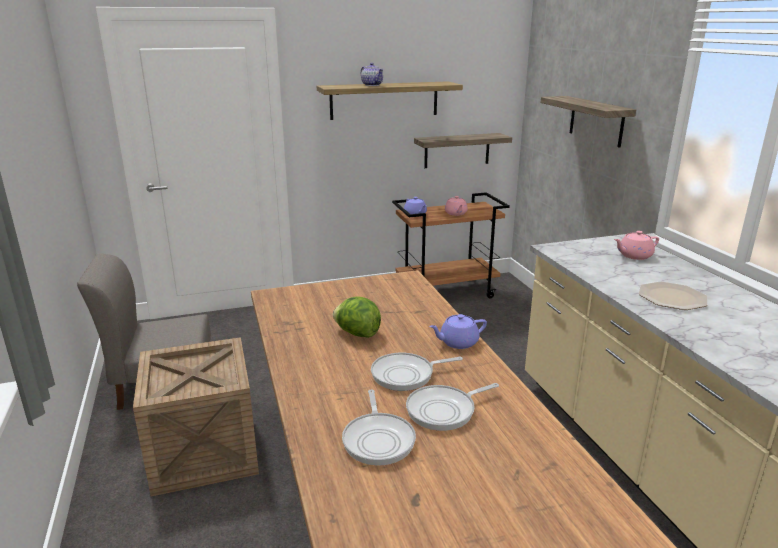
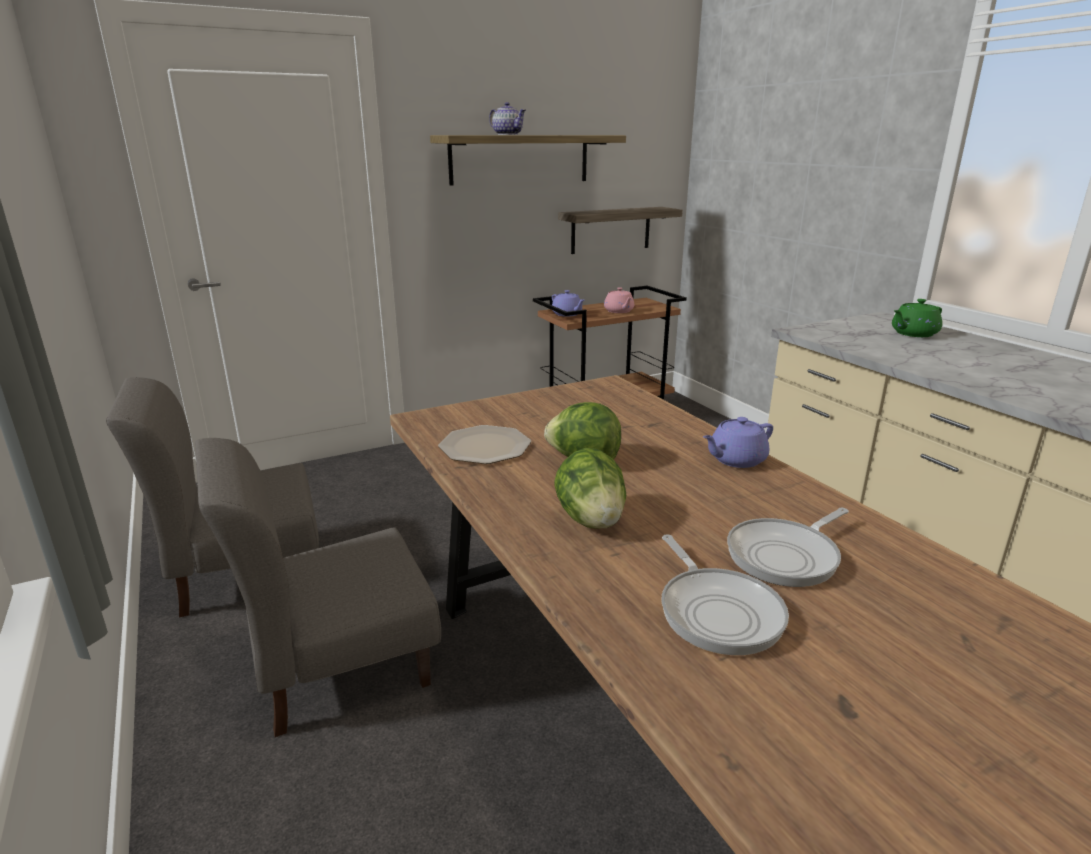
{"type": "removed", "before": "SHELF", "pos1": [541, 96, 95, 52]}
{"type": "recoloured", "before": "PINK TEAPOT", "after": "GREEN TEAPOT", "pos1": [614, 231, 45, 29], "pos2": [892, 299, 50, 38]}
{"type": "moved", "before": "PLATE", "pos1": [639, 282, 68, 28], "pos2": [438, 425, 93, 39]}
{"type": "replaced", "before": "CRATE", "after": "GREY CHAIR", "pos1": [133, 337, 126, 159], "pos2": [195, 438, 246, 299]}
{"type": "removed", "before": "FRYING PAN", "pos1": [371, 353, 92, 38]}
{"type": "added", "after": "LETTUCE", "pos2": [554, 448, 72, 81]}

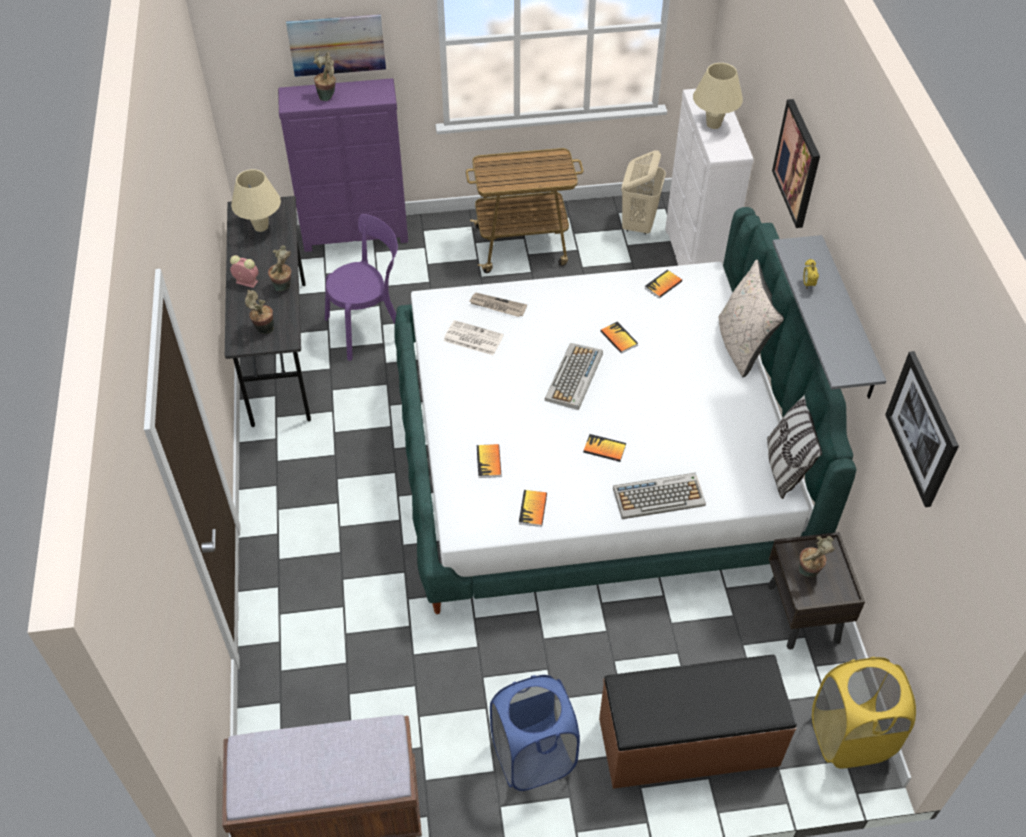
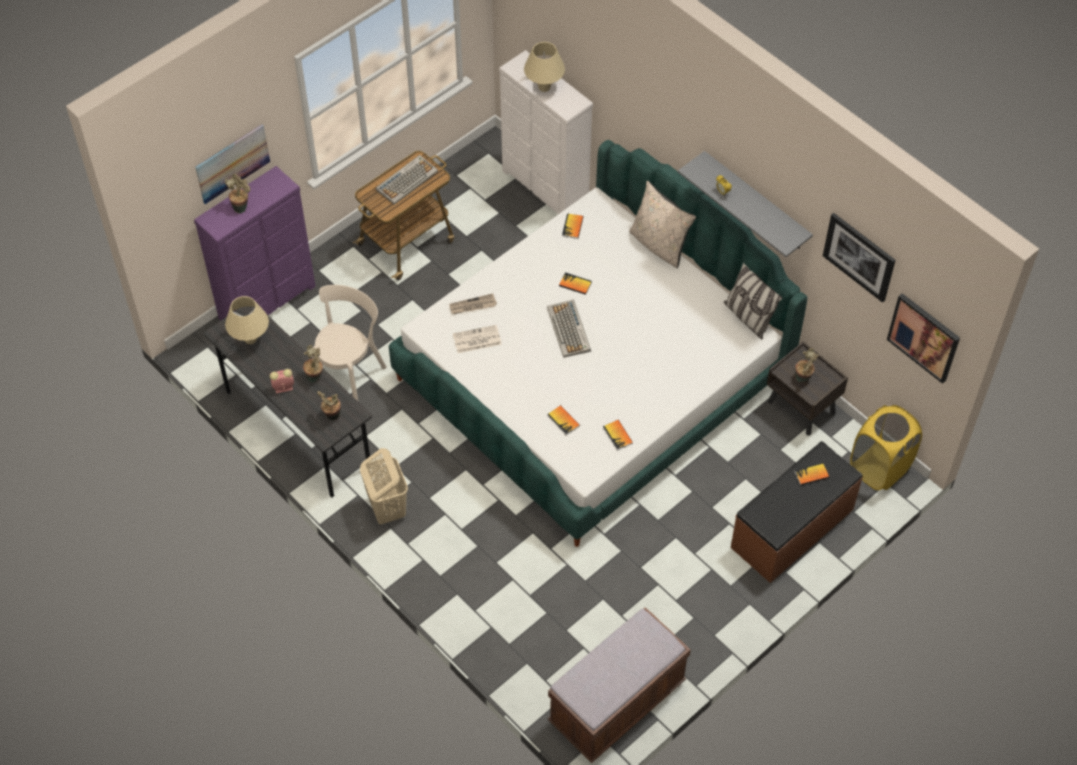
{"type": "moved", "before": "PICTURE", "pos1": [772, 99, 48, 129], "pos2": [887, 293, 73, 91]}
{"type": "moved", "before": "BEIGE LAUNDRY BASKET", "pos1": [621, 150, 45, 85], "pos2": [360, 448, 48, 76]}
{"type": "recoloured", "before": "PURPLE CHAIR", "after": "BEIGE CHAIR", "pos1": [325, 214, 73, 147], "pos2": [312, 285, 75, 116]}
{"type": "moved", "before": "BOOK", "pos1": [583, 434, 43, 28], "pos2": [794, 462, 35, 23]}
{"type": "moved", "before": "KEYBOARD", "pos1": [613, 473, 93, 46], "pos2": [376, 155, 62, 50]}
{"type": "removed", "before": "BLUE LAUNDRY BASKET", "pos1": [490, 675, 90, 116]}

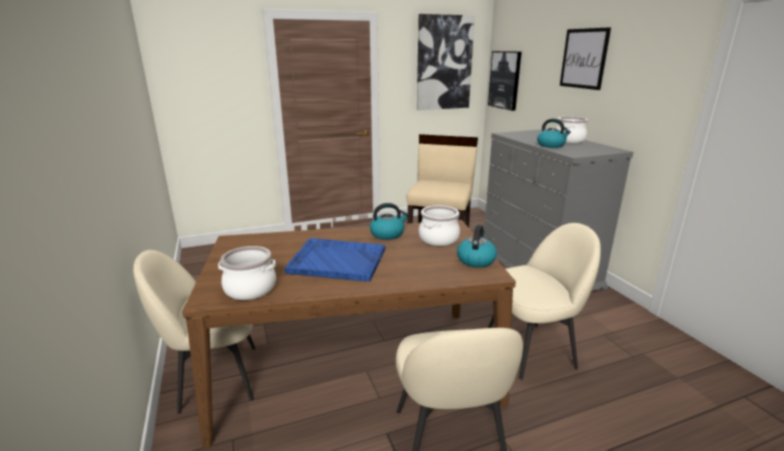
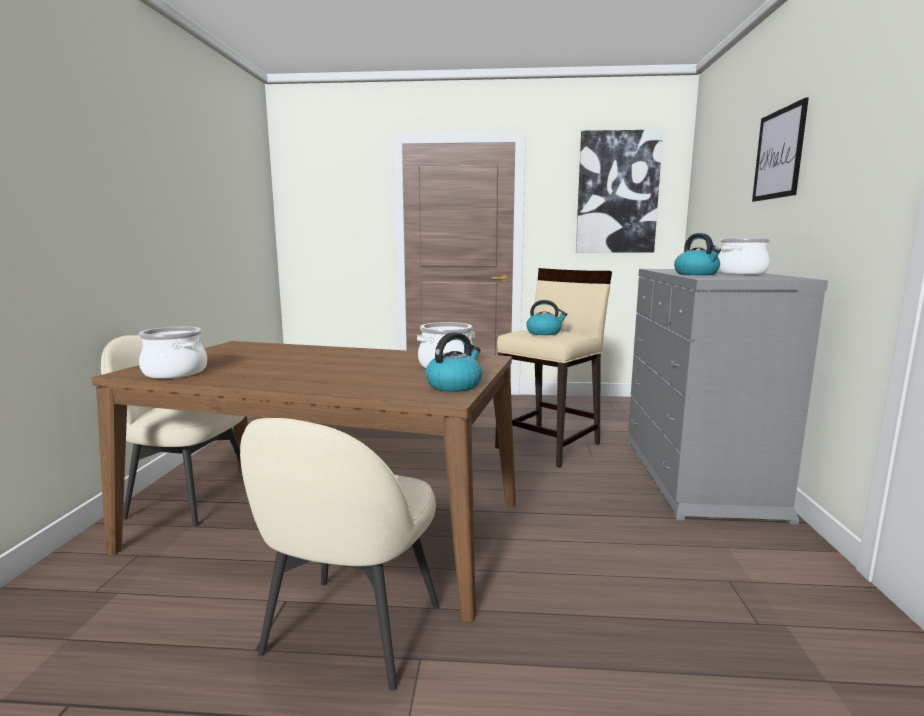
{"type": "removed", "before": "PICTURE", "pos1": [488, 51, 33, 60]}
{"type": "moved", "before": "KETTLE", "pos1": [370, 203, 39, 37], "pos2": [526, 300, 42, 35]}
{"type": "removed", "before": "BEIGE CHAIR", "pos1": [488, 223, 113, 157]}
{"type": "removed", "before": "BLUE TRAY", "pos1": [284, 238, 101, 43]}

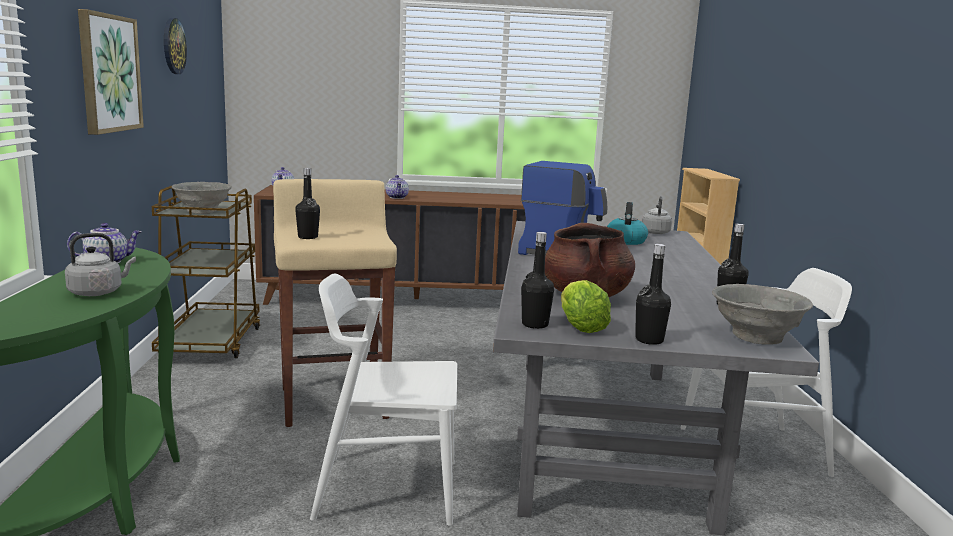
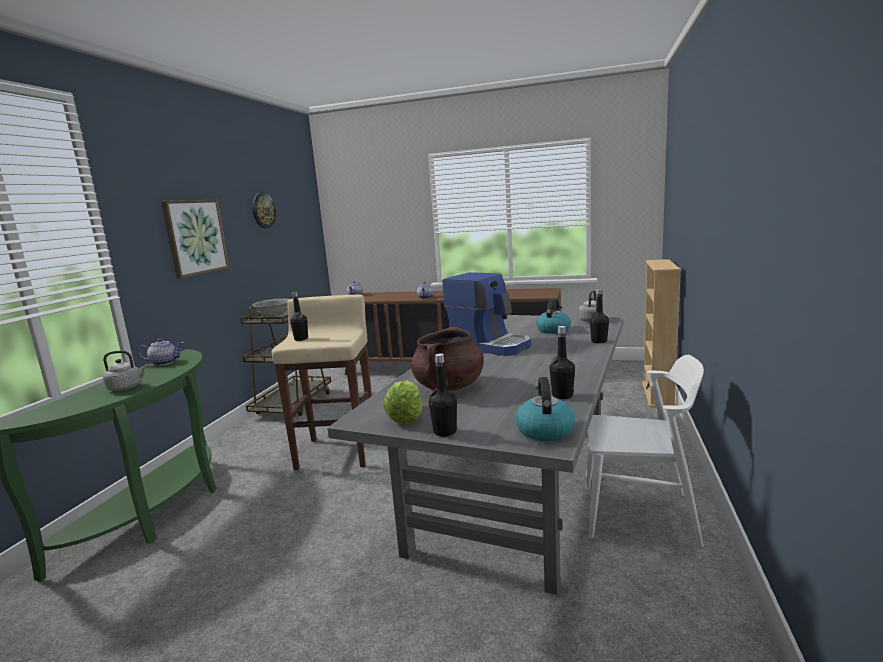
{"type": "moved", "before": "BLACK BOTTLE", "pos1": [521, 232, 33, 97], "pos2": [590, 289, 19, 54]}
{"type": "removed", "before": "WHITE CHAIR", "pos1": [310, 273, 147, 253]}
{"type": "replaced", "before": "GREY BOWL", "after": "KETTLE", "pos1": [712, 284, 101, 61], "pos2": [515, 377, 60, 64]}

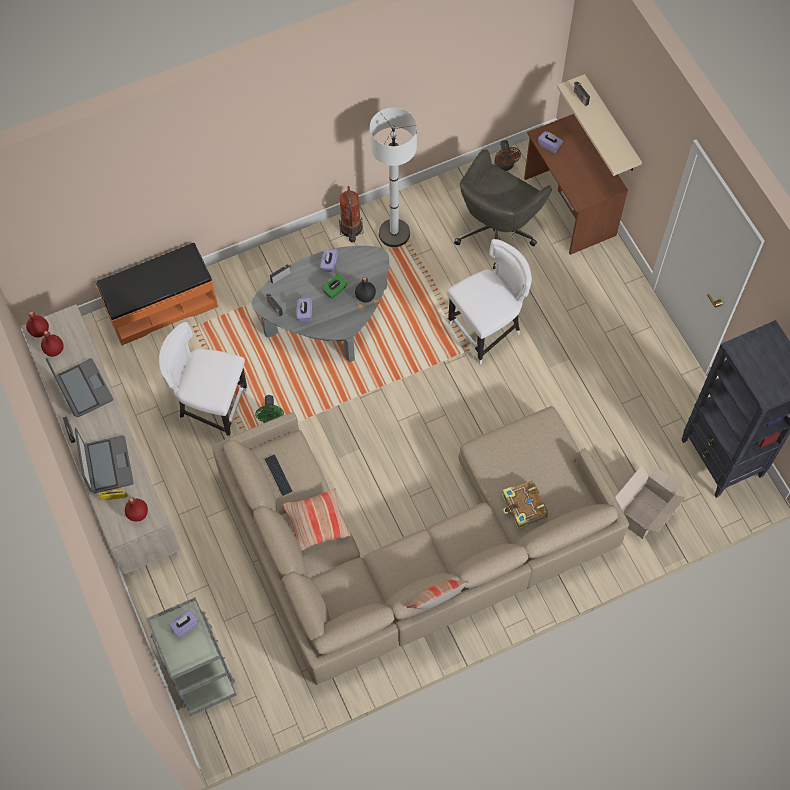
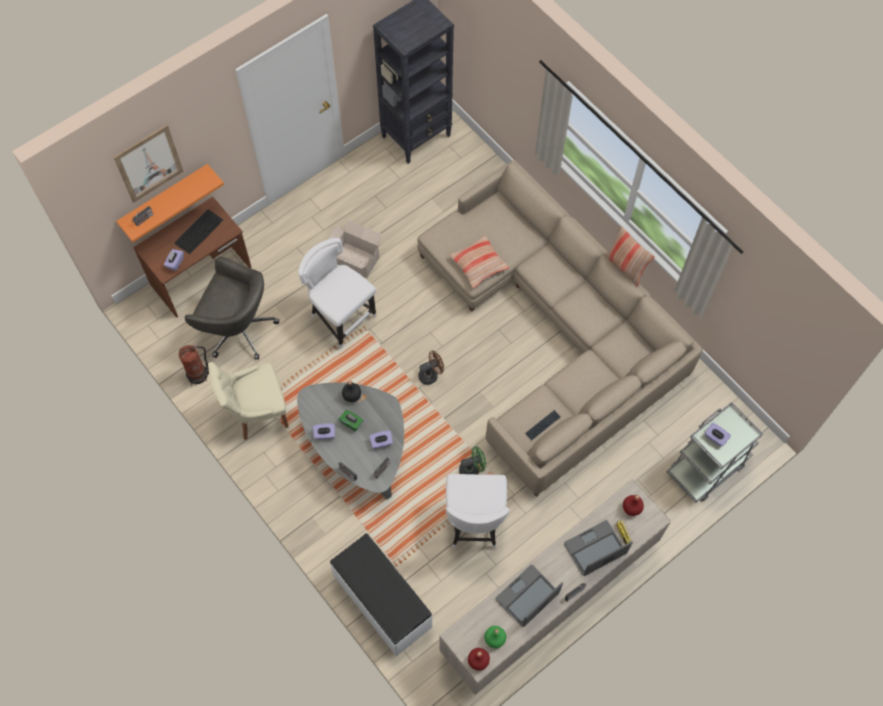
{"type": "recoloured", "before": "BEIGE SHELF", "after": "ORANGE SHELF", "pos1": [557, 74, 85, 102], "pos2": [116, 164, 108, 78]}
{"type": "replaced", "before": "WHITE FLOOR LAMP", "after": "BEIGE CHAIR", "pos1": [370, 108, 47, 139], "pos2": [208, 362, 81, 78]}
{"type": "moved", "before": "BROWN FAN", "pos1": [494, 140, 27, 31], "pos2": [418, 351, 26, 34]}
{"type": "moved", "before": "FIRE EXTINGUISHER", "pos1": [339, 186, 24, 57], "pos2": [179, 345, 30, 41]}
{"type": "recoloured", "before": "ORANGE BENCH", "after": "WHITE BENCH", "pos1": [96, 243, 122, 102], "pos2": [330, 533, 103, 123]}
{"type": "recoloured", "before": "RED BOTTLE", "after": "GREEN BOTTLE", "pos1": [41, 331, 23, 26], "pos2": [484, 626, 22, 22]}
{"type": "moved", "before": "CARDBOARD BOX", "pos1": [615, 465, 71, 74], "pos2": [328, 220, 54, 57]}
{"type": "removed", "before": "BOOK", "pos1": [502, 480, 46, 50]}
{"type": "moved", "before": "PILLOW", "pos1": [282, 488, 69, 63], "pos2": [449, 235, 61, 53]}
{"type": "added", "after": "PICTURE", "pos2": [113, 125, 71, 78]}
{"type": "added", "after": "KEYBOARD", "pos2": [174, 209, 49, 45]}

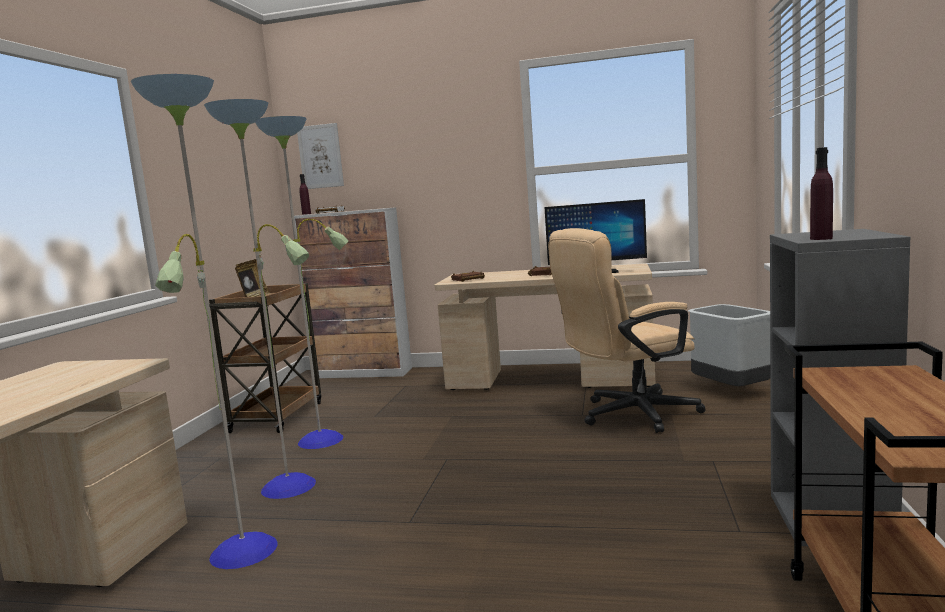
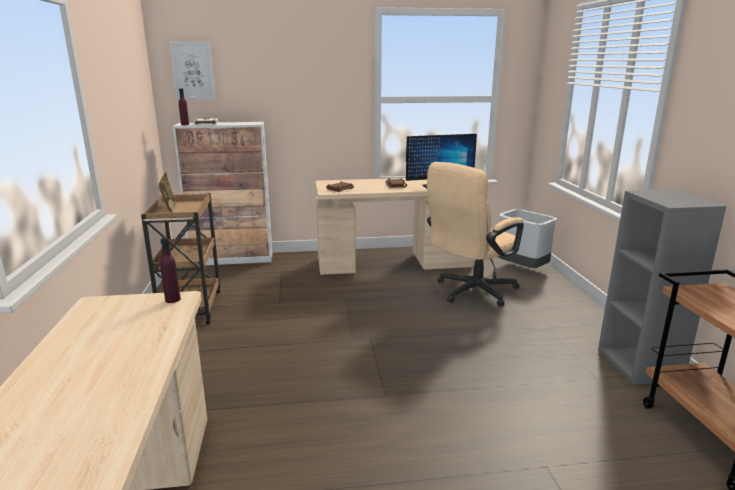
{"type": "removed", "before": "FLOOR LAMP", "pos1": [131, 74, 218, 495]}
{"type": "moved", "before": "PURPLE BOTTLE", "pos1": [810, 147, 23, 93], "pos2": [160, 237, 21, 66]}

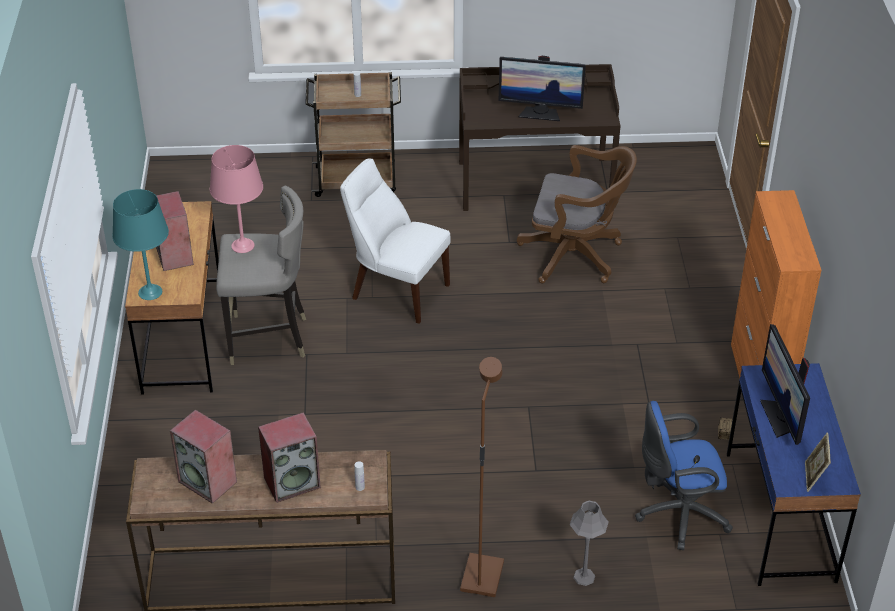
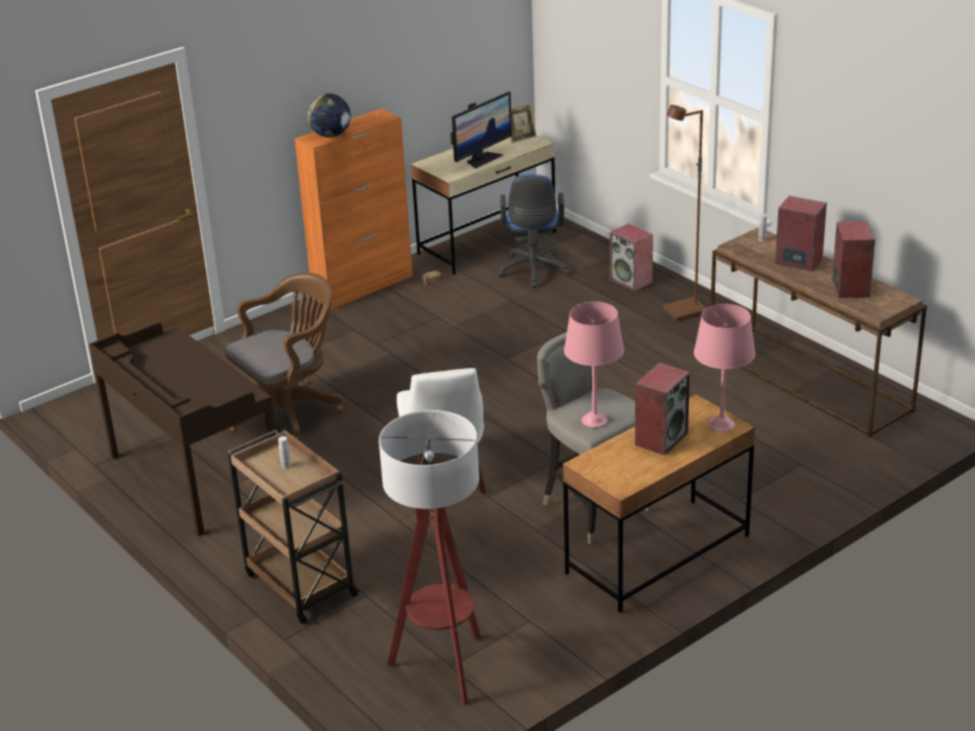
{"type": "removed", "before": "MONITOR", "pos1": [499, 56, 87, 65]}
{"type": "turned", "before": "BROWN OFFICE CHAIR", "pos1": [517, 145, 120, 139], "pos2": [225, 272, 118, 168], "turn": 75}
{"type": "recoloured", "before": "TURQUOISE TABLE LAMP", "after": "PINK TABLE LAMP", "pos1": [112, 189, 57, 111], "pos2": [694, 304, 62, 128]}
{"type": "recoloured", "before": "BLUE DESK", "after": "BEIGE DESK", "pos1": [727, 363, 134, 223], "pos2": [411, 135, 145, 140]}
{"type": "turned", "before": "BLUE OFFICE CHAIR", "pos1": [635, 401, 98, 149], "pos2": [497, 174, 74, 114], "turn": 45}
{"type": "replaced", "before": "GREY TABLE LAMP", "after": "SPEAKER", "pos1": [570, 500, 39, 86], "pos2": [610, 224, 43, 68]}
{"type": "added", "after": "GLOBE", "pos2": [307, 93, 44, 44]}
{"type": "added", "after": "FLOOR LAMP", "pos2": [379, 410, 102, 295]}

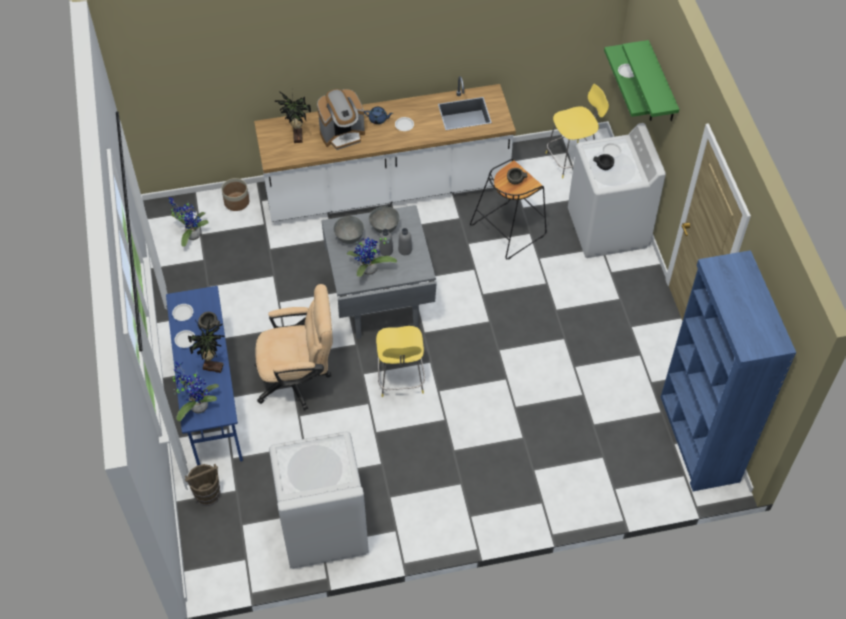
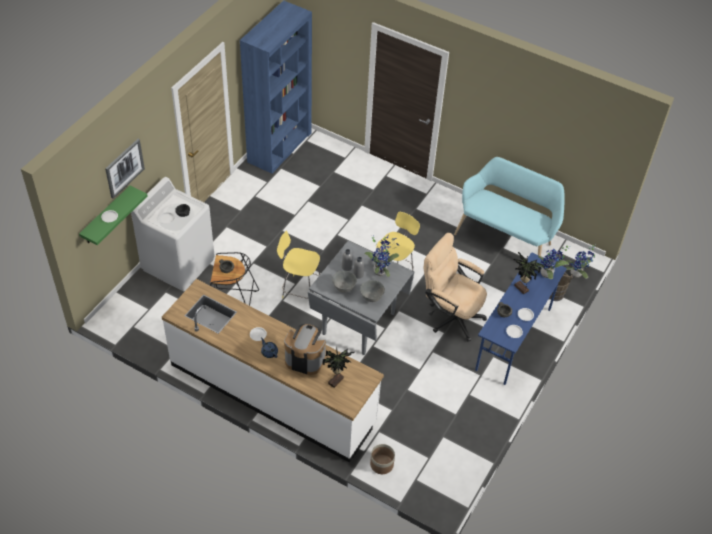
{"type": "replaced", "before": "GREEN SHELF", "after": "PICTURE", "pos1": [622, 40, 57, 81], "pos2": [105, 139, 40, 60]}
{"type": "moved", "before": "YELLOW STOOL", "pos1": [546, 84, 63, 94], "pos2": [277, 231, 43, 68]}
{"type": "moved", "before": "POTTED PLANT", "pos1": [169, 197, 40, 50], "pos2": [566, 244, 30, 35]}
{"type": "replaced", "before": "WHITE WASHING MACHINE", "after": "TURQUOISE BENCH", "pos1": [269, 431, 100, 137], "pos2": [454, 157, 111, 99]}

